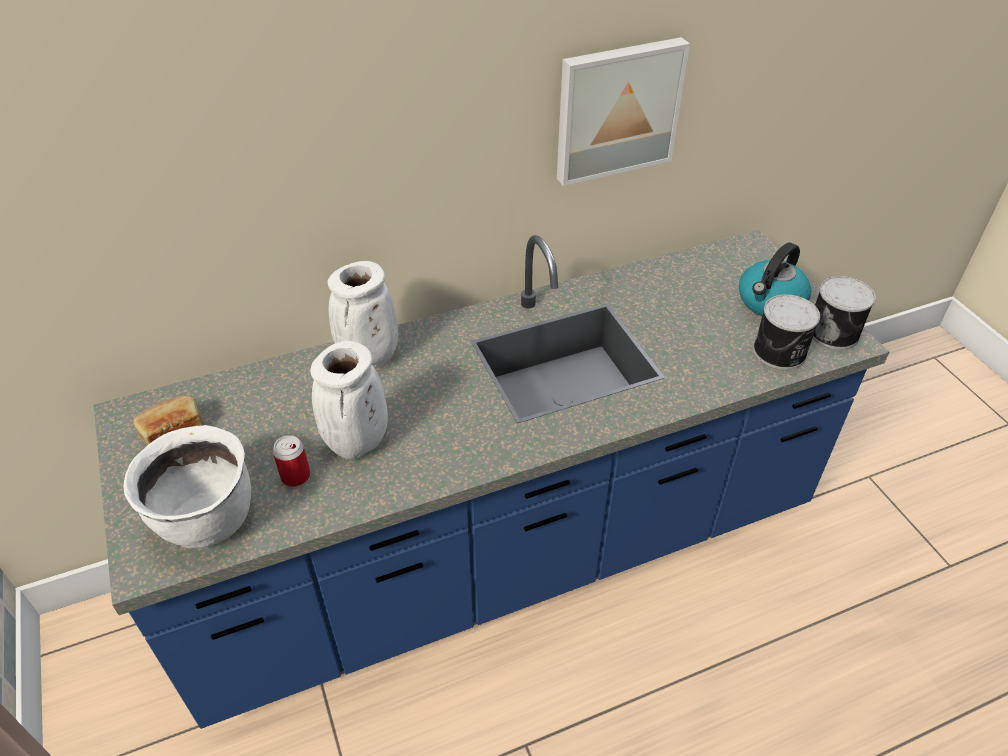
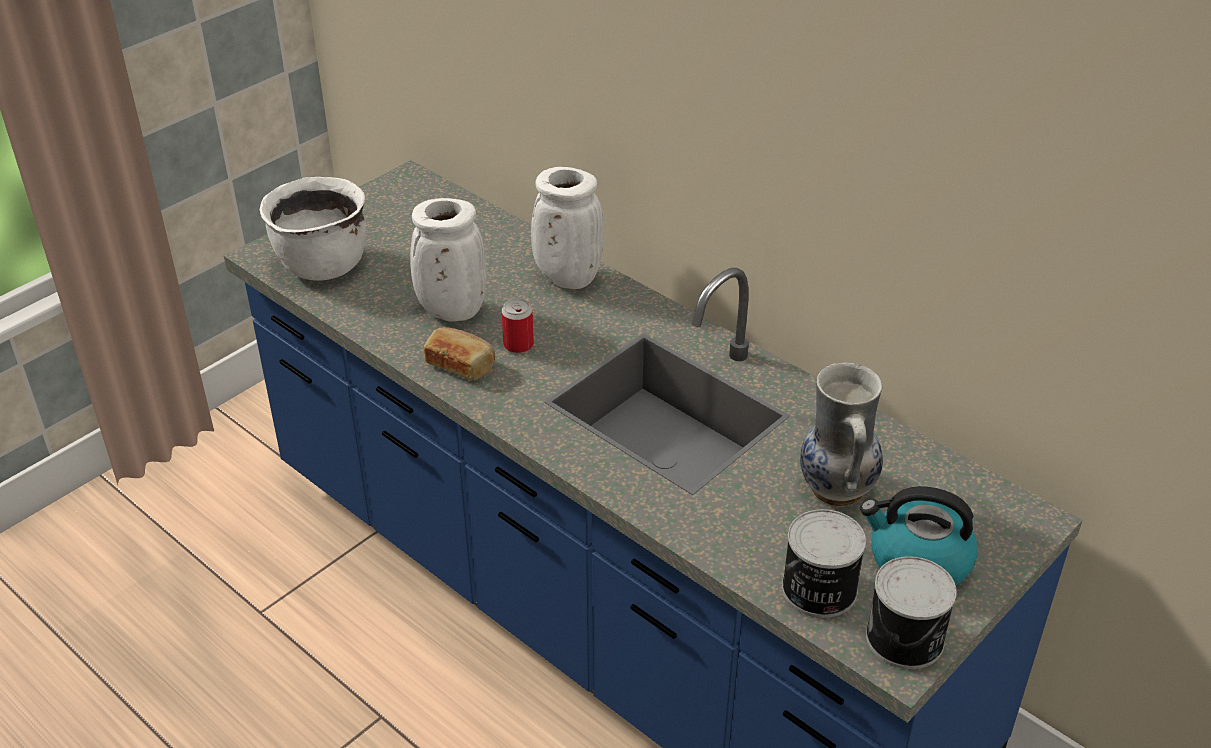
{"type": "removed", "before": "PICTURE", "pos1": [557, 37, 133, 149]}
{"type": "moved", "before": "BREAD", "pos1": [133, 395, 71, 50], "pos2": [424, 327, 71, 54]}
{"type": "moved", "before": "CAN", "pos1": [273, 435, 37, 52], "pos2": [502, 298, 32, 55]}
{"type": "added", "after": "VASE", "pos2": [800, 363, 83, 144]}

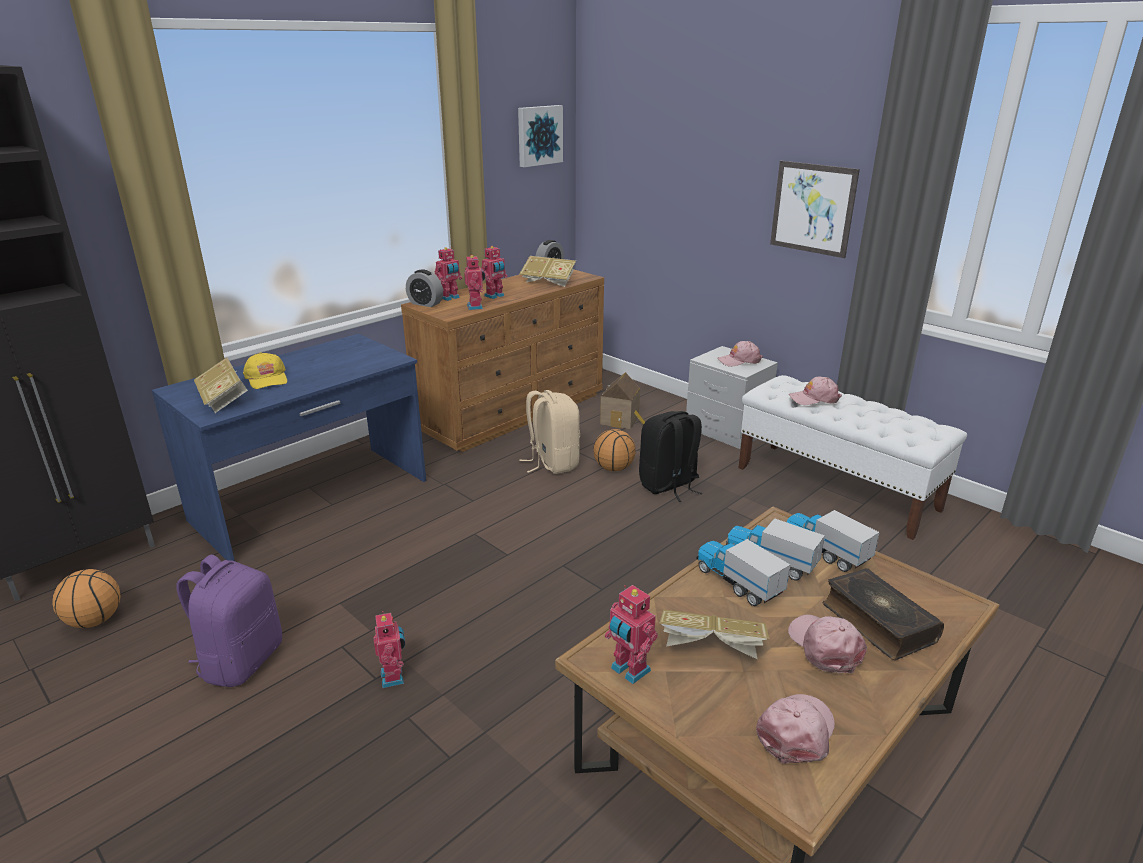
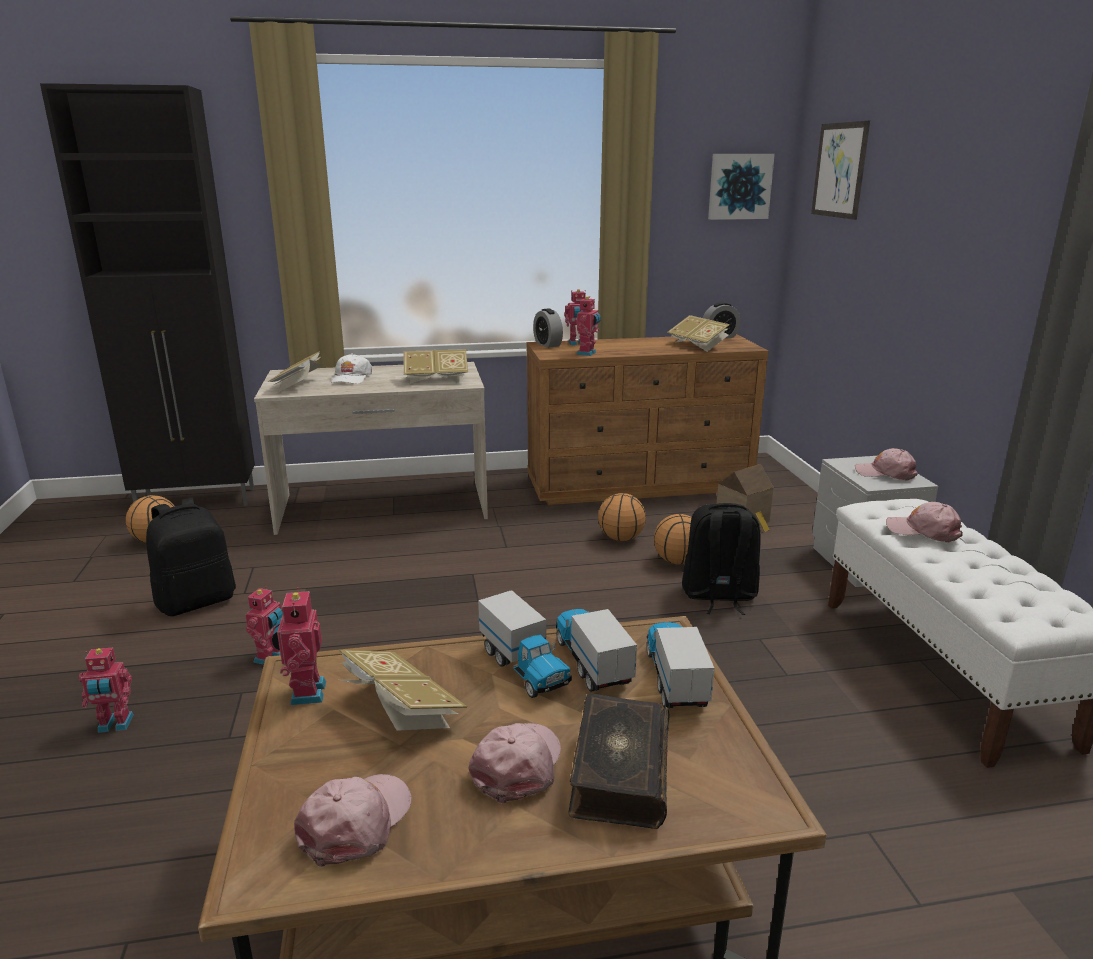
{"type": "moved", "before": "PICTURE", "pos1": [770, 161, 90, 97], "pos2": [811, 121, 59, 99]}
{"type": "moved", "before": "TOY ROBOT", "pos1": [481, 246, 27, 53], "pos2": [79, 648, 55, 85]}
{"type": "recoloured", "before": "BLUE DESK", "after": "BEIGE DESK", "pos1": [152, 334, 274, 227], "pos2": [254, 362, 234, 173]}
{"type": "recoloured", "before": "YELLOW CAP", "after": "WHITE CAP", "pos1": [243, 352, 44, 37], "pos2": [331, 353, 41, 31]}
{"type": "replaced", "before": "BEIGE BACKPACK", "after": "BASKETBALL", "pos1": [519, 390, 61, 84], "pos2": [598, 493, 48, 48]}
{"type": "turned", "before": "TOY TRUCK", "pos1": [696, 539, 94, 67], "pos2": [478, 590, 94, 108], "turn": 150}
{"type": "recoloured", "before": "PURPLE BACKPACK", "after": "BLACK BACKPACK", "pos1": [176, 554, 106, 133], "pos2": [146, 498, 90, 118]}
{"type": "turned", "before": "PINK CAP", "pos1": [756, 694, 79, 70], "pos2": [294, 774, 117, 93], "turn": -45}
{"type": "added", "after": "BOOK", "pos2": [403, 349, 65, 35]}

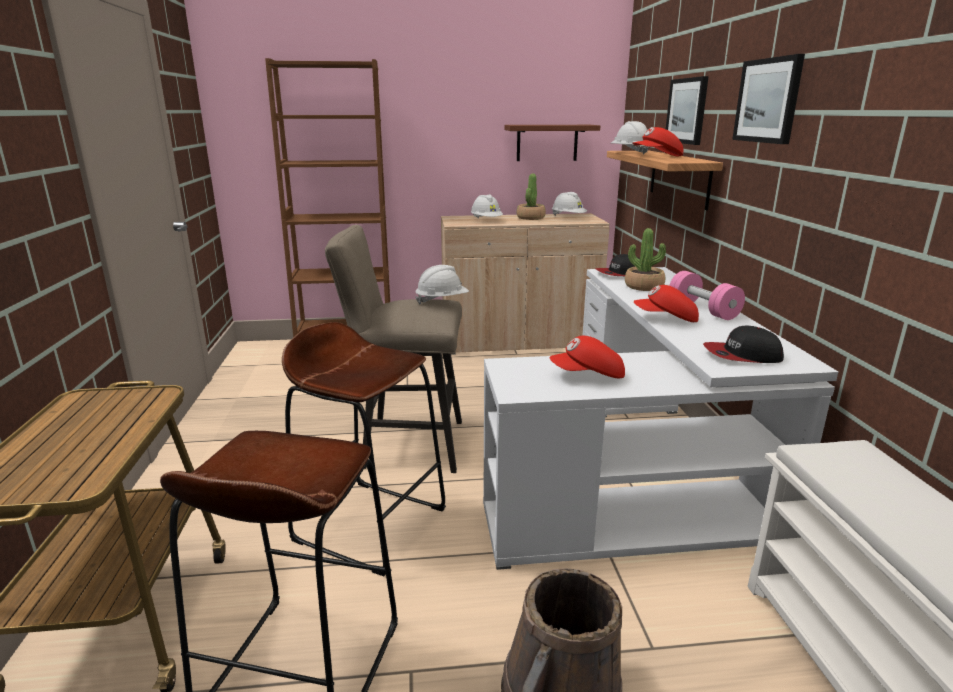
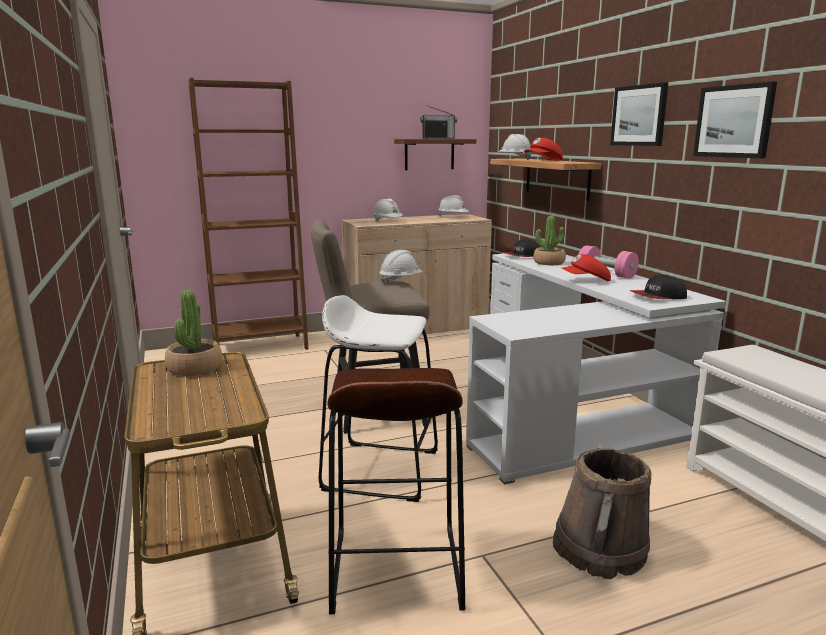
{"type": "moved", "before": "PICTURE", "pos1": [666, 76, 43, 69], "pos2": [693, 82, 84, 76]}
{"type": "moved", "before": "POTTED PLANT", "pos1": [517, 174, 29, 46], "pos2": [165, 290, 57, 86]}
{"type": "recoloured", "before": "BROWN STOOL", "after": "WHITE STOOL", "pos1": [282, 322, 164, 254], "pos2": [319, 295, 119, 207]}
{"type": "removed", "before": "RED CAP", "pos1": [550, 336, 75, 42]}
{"type": "added", "after": "RADIO", "pos2": [420, 105, 37, 34]}

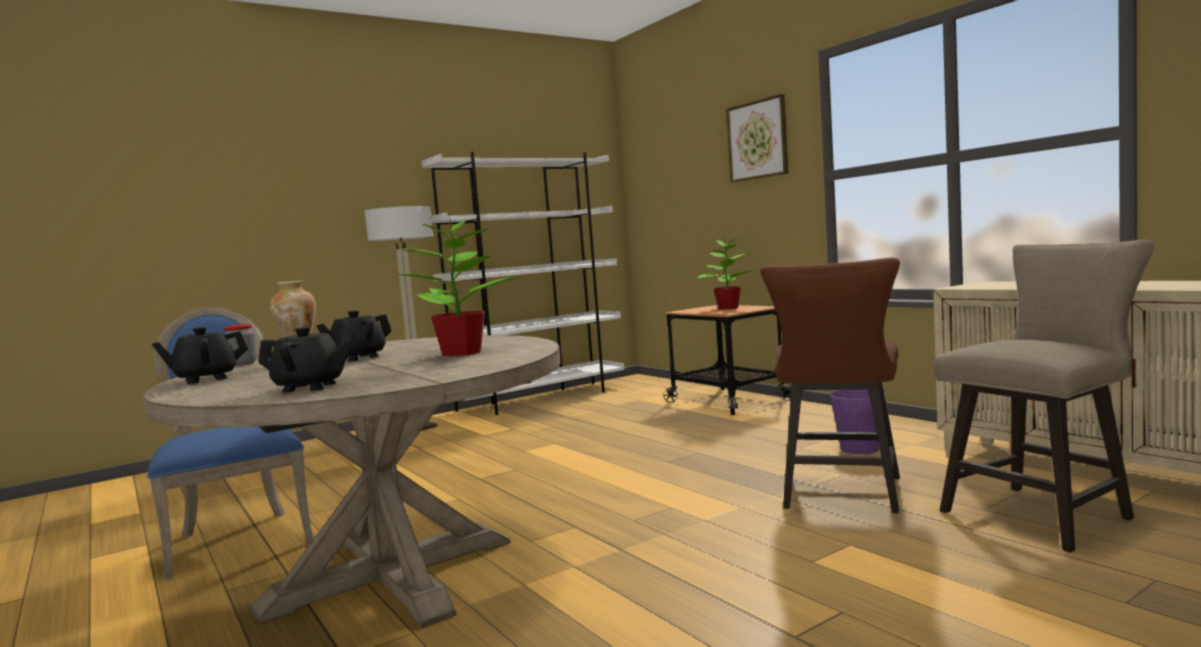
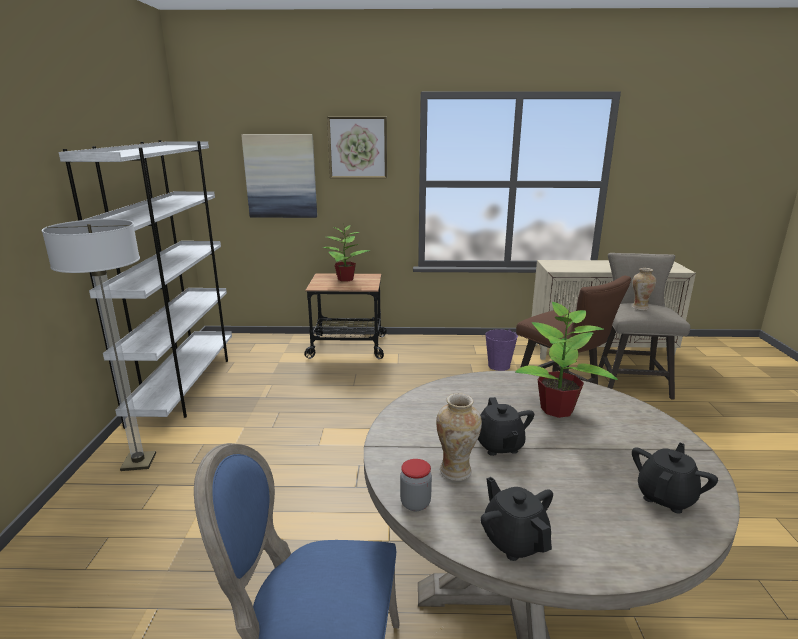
{"type": "turned", "before": "BLACK TEAPOT", "pos1": [152, 327, 96, 57], "pos2": [480, 477, 73, 84], "turn": 150}
{"type": "added", "after": "PICTURE", "pos2": [241, 134, 76, 84]}
{"type": "added", "after": "VASE", "pos2": [632, 268, 24, 42]}

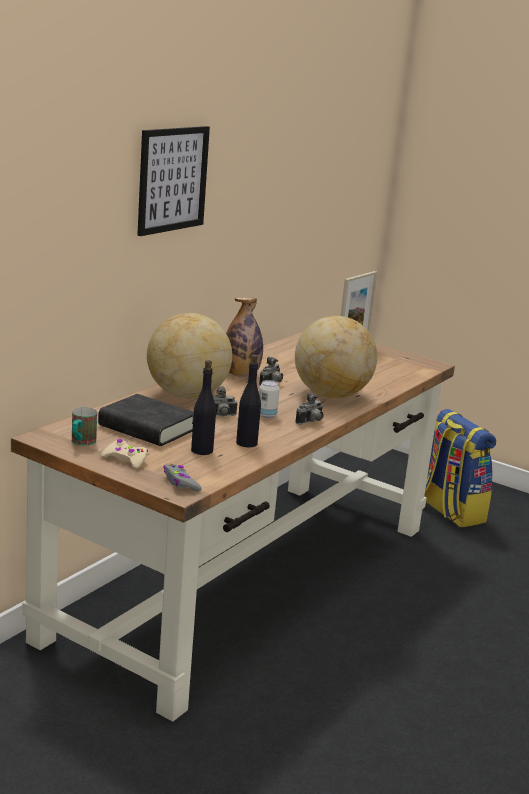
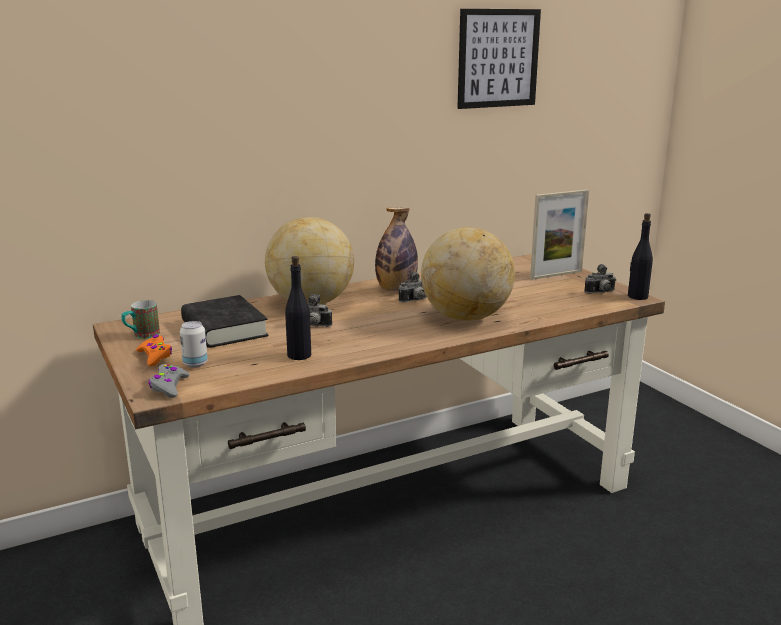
{"type": "moved", "before": "PICTURE", "pos1": [137, 126, 73, 110], "pos2": [457, 9, 84, 100]}
{"type": "moved", "before": "BLACK BOTTLE", "pos1": [191, 360, 25, 95], "pos2": [628, 213, 25, 87]}
{"type": "moved", "before": "CAN", "pos1": [259, 380, 21, 38], "pos2": [180, 321, 28, 46]}
{"type": "moved", "before": "PHOTO CAMERA", "pos1": [295, 392, 29, 33], "pos2": [584, 264, 32, 30]}
{"type": "removed", "before": "BACKPACK", "pos1": [424, 409, 72, 118]}
{"type": "recoloured", "before": "BEIGE GAME CONTROLLER", "after": "ORANGE GAME CONTROLLER", "pos1": [101, 439, 47, 30], "pos2": [136, 335, 36, 31]}

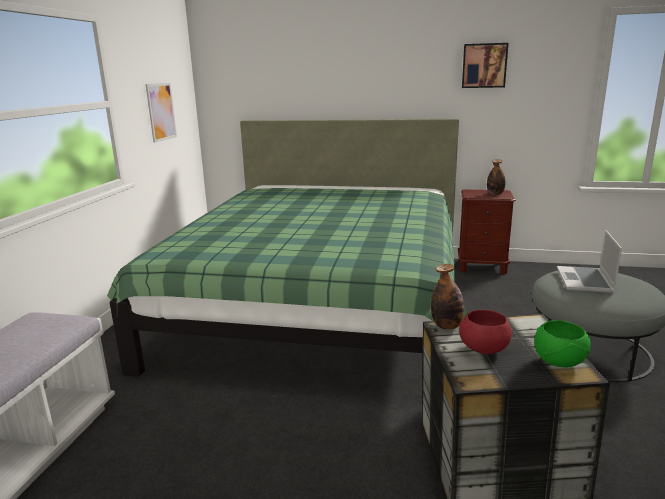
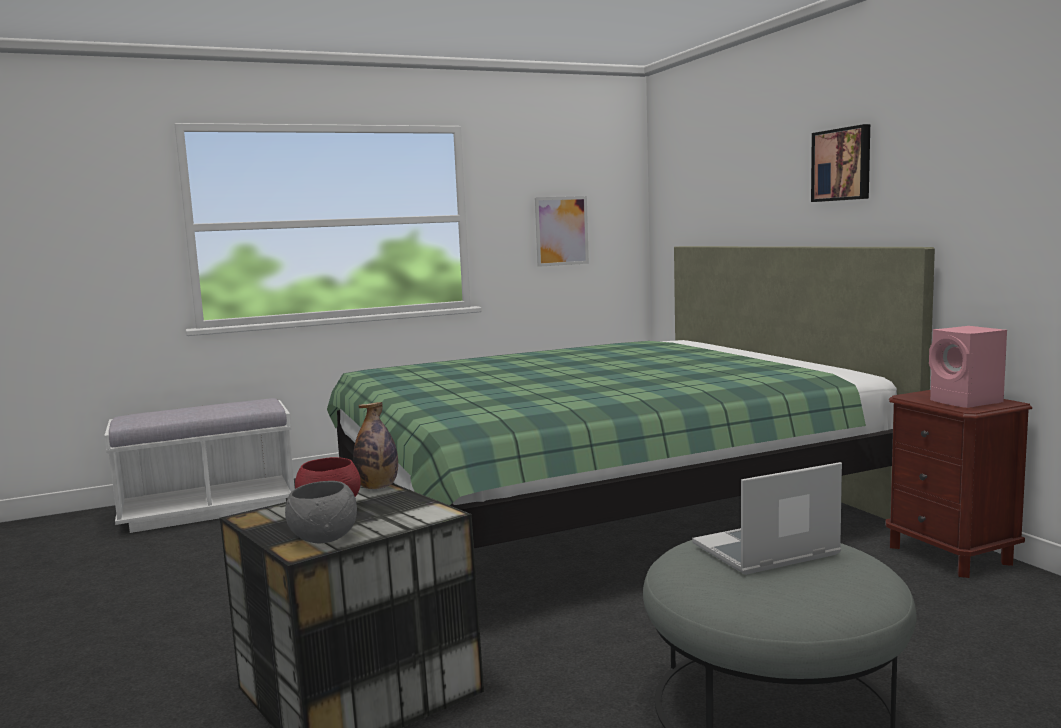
{"type": "moved", "before": "PICTURE", "pos1": [462, 43, 46, 45], "pos2": [811, 124, 59, 78]}
{"type": "replaced", "before": "BOTTLE", "after": "PINK SPEAKER", "pos1": [487, 159, 19, 36], "pos2": [929, 326, 78, 82]}
{"type": "recoloured", "before": "GREEN BOWL", "after": "GREY BOWL", "pos1": [534, 320, 57, 47], "pos2": [285, 481, 72, 63]}

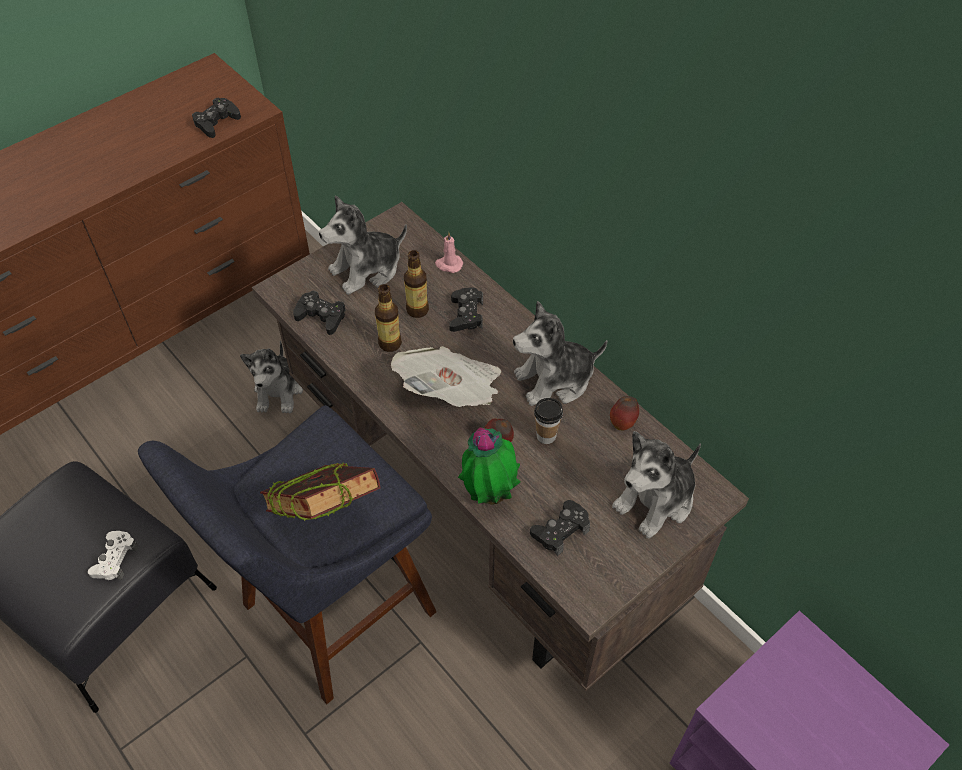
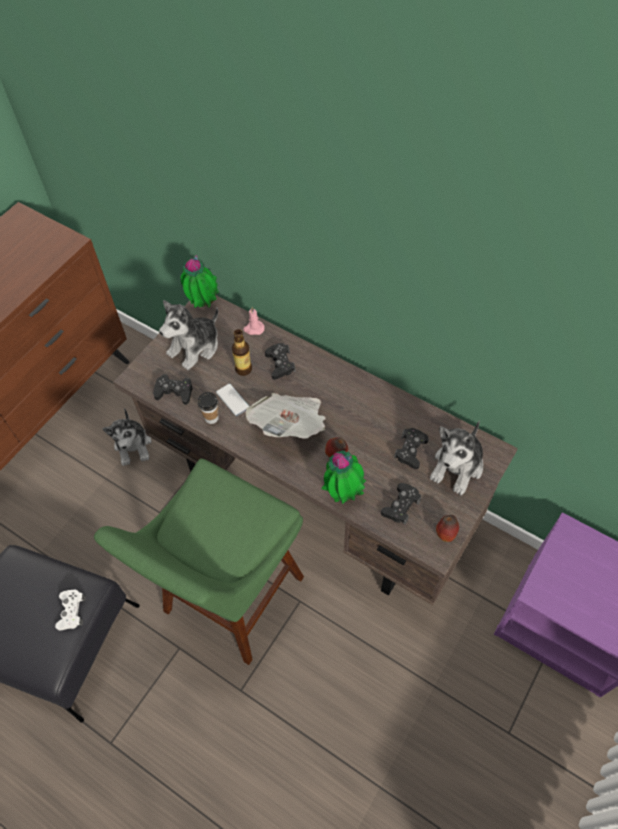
{"type": "moved", "before": "BLACK GAME CONTROLLER", "pos1": [192, 98, 49, 40], "pos2": [394, 428, 35, 41]}
{"type": "replaced", "before": "BOTTLE", "after": "PHONE", "pos1": [375, 284, 27, 68], "pos2": [216, 383, 33, 33]}
{"type": "removed", "before": "PLUSH TOY", "pos1": [513, 301, 94, 105]}
{"type": "moved", "before": "APPLE", "pos1": [610, 396, 29, 34], "pos2": [436, 515, 23, 27]}
{"type": "moved", "before": "CUP", "pos1": [534, 398, 29, 46], "pos2": [197, 392, 22, 32]}
{"type": "recoloured", "before": "BLUE STOOL", "after": "GREEN STOOL", "pos1": [138, 405, 299, 299], "pos2": [94, 459, 210, 206]}
{"type": "removed", "before": "BOOK", "pos1": [260, 463, 121, 58]}
{"type": "added", "after": "POTTED PLANT", "pos2": [180, 255, 39, 53]}

